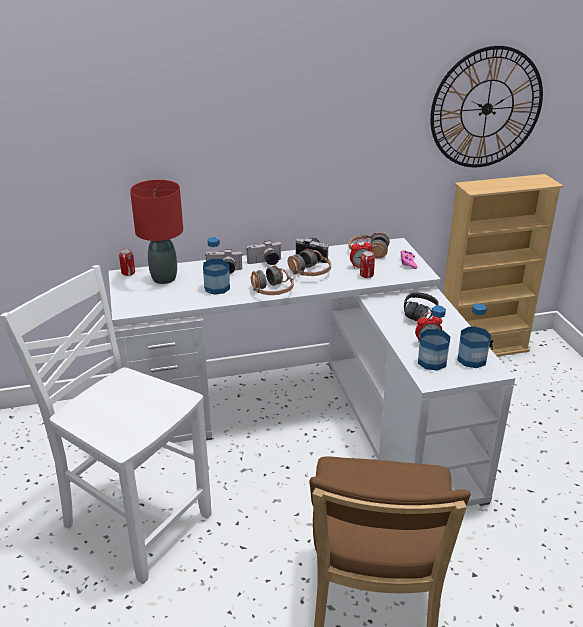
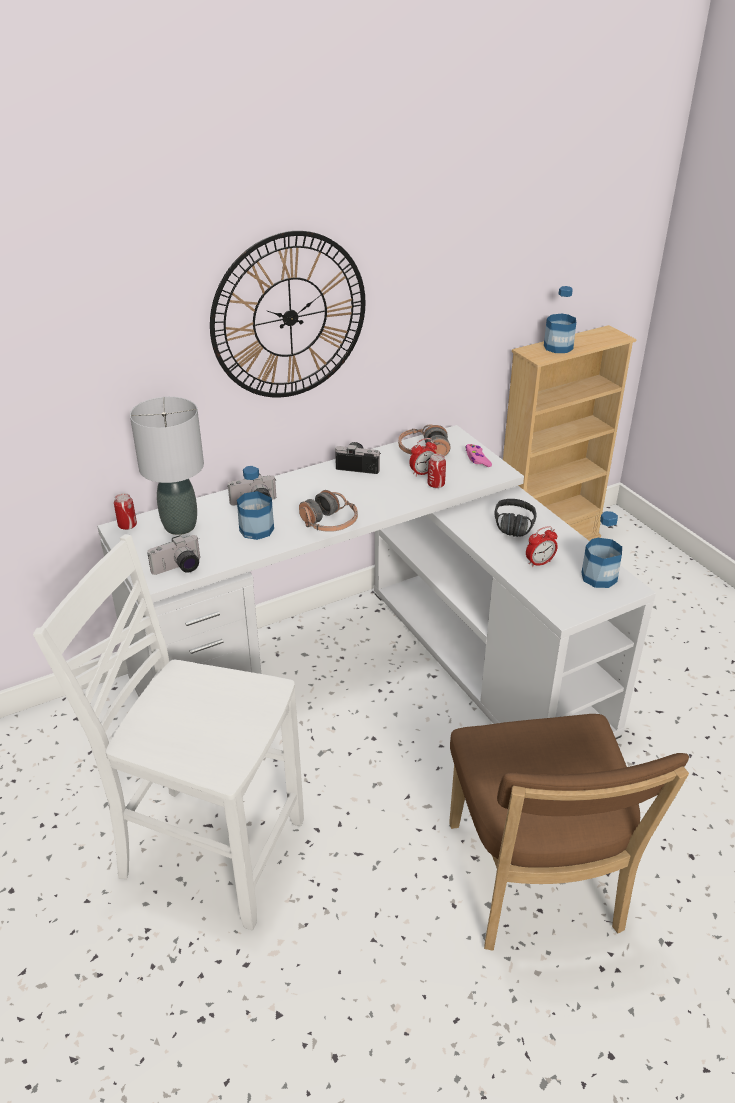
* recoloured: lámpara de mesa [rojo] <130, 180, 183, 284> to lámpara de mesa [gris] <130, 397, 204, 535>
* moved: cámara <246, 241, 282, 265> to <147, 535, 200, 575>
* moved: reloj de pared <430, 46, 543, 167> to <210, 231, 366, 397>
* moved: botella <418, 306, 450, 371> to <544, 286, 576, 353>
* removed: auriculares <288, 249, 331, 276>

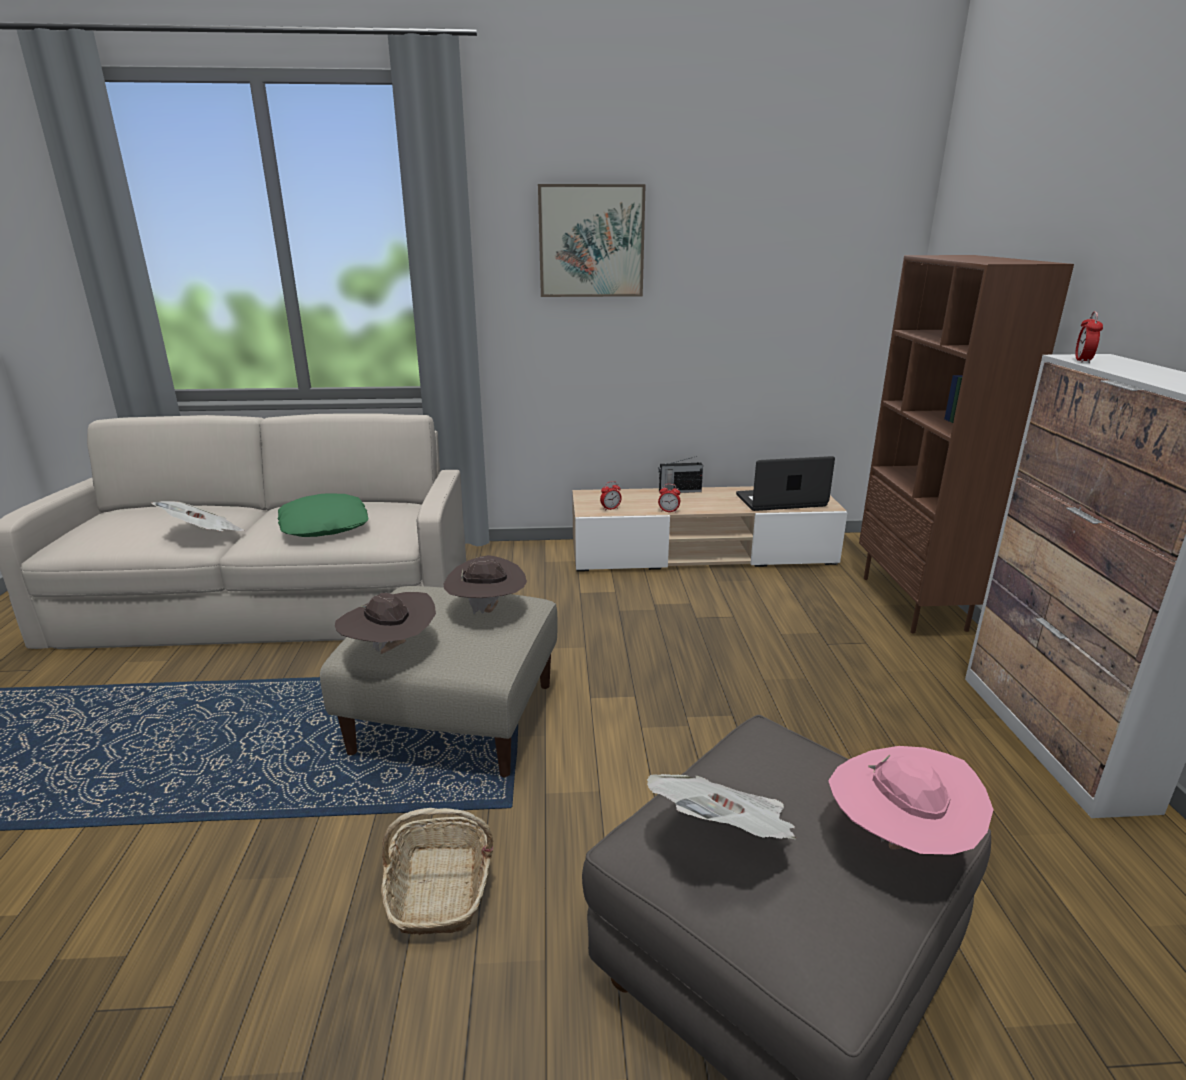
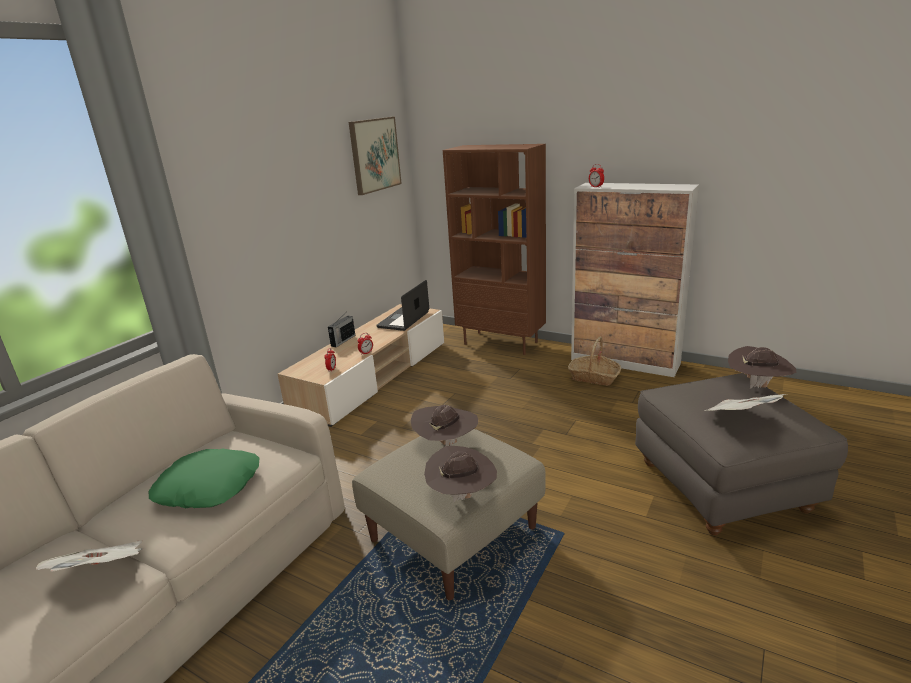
* moved: cuadro <538, 184, 646, 297> to <349, 117, 402, 195>
* moved: cesta <381, 808, 493, 935> to <568, 336, 621, 386>
* recoloured: sombrero [rosa] <828, 746, 994, 855> to sombrero [marrón] <728, 346, 796, 389>

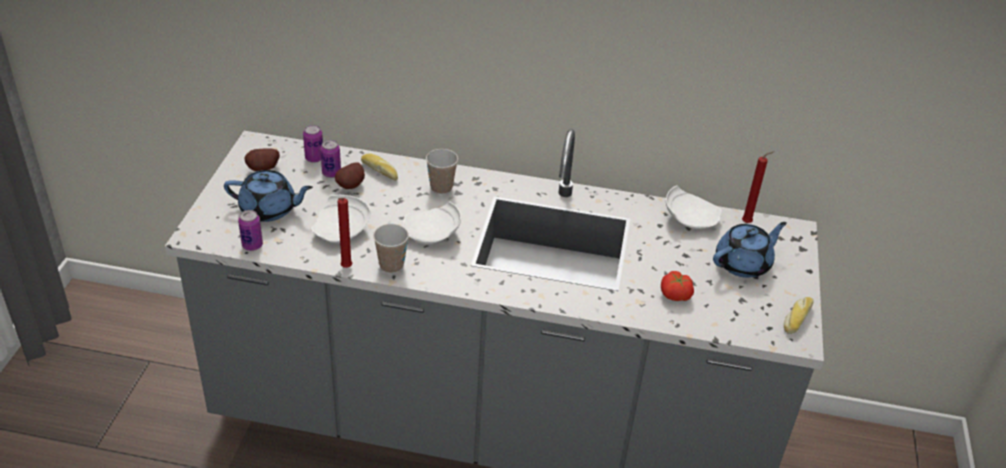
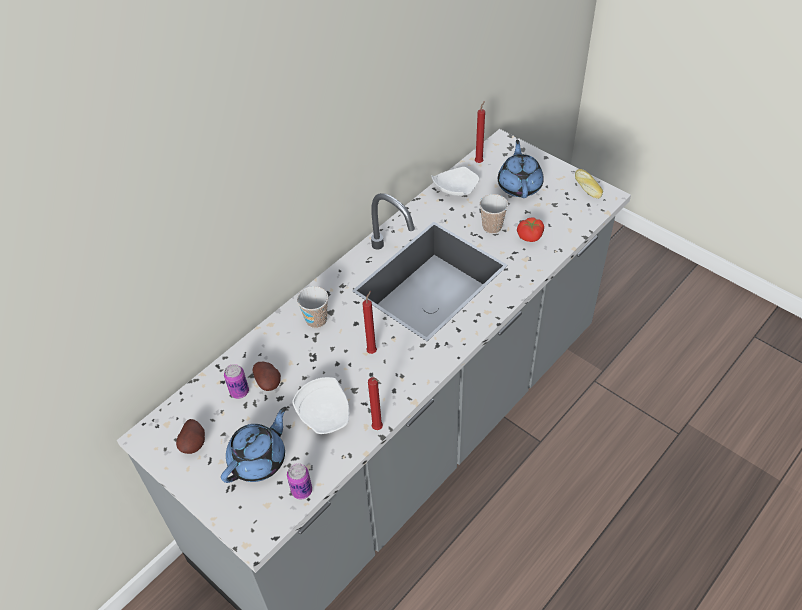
* replaced: plato [blanco] <403, 201, 461, 244> to vela [rojo] <362, 290, 377, 354>
* moved: taza <373, 224, 409, 273> to <479, 194, 508, 234>
* removed: lata <303, 125, 323, 163>
* removed: pan <361, 153, 398, 181>

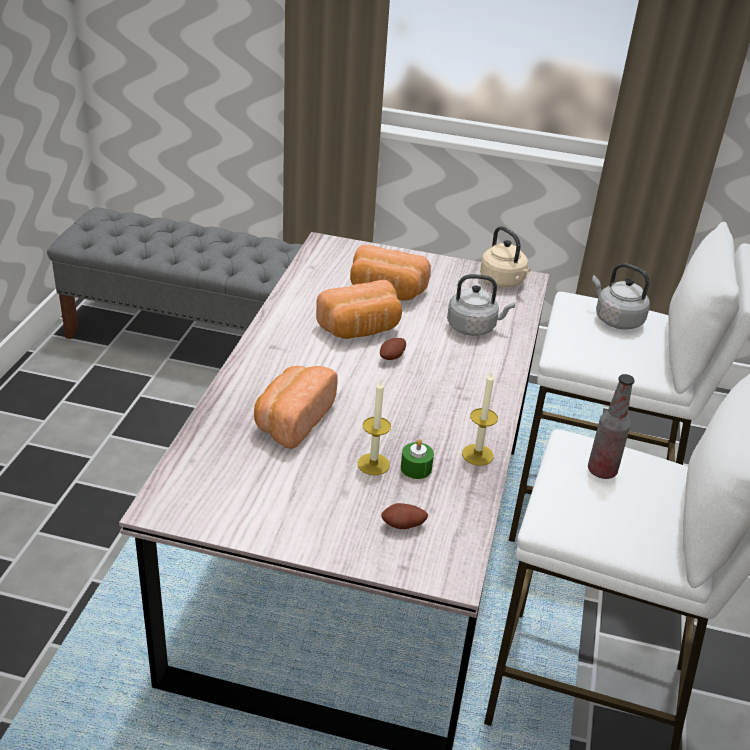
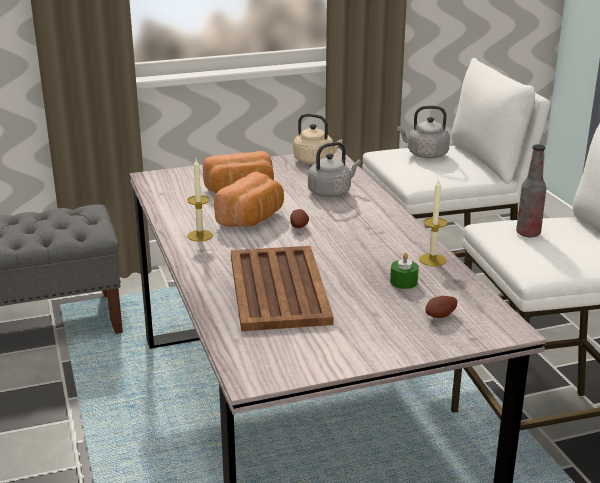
* moved: vela <358, 380, 391, 475> to <187, 159, 213, 242>
* replaced: pan <254, 366, 338, 449> to bandeja [marrón] <231, 246, 334, 331>

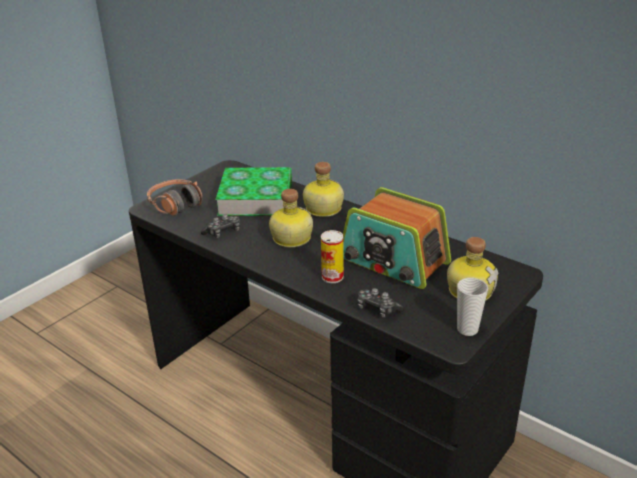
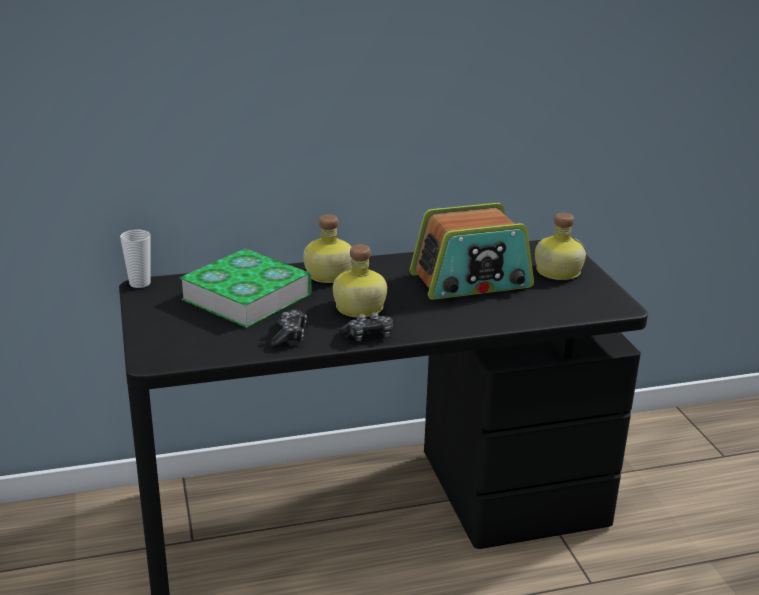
* moved: taza <457, 278, 488, 336> to <120, 230, 151, 288>
* moved: mando de consola <357, 288, 404, 318> to <340, 312, 393, 341>
* removed: auriculares <147, 179, 203, 216>
* removed: lata <321, 230, 344, 283>

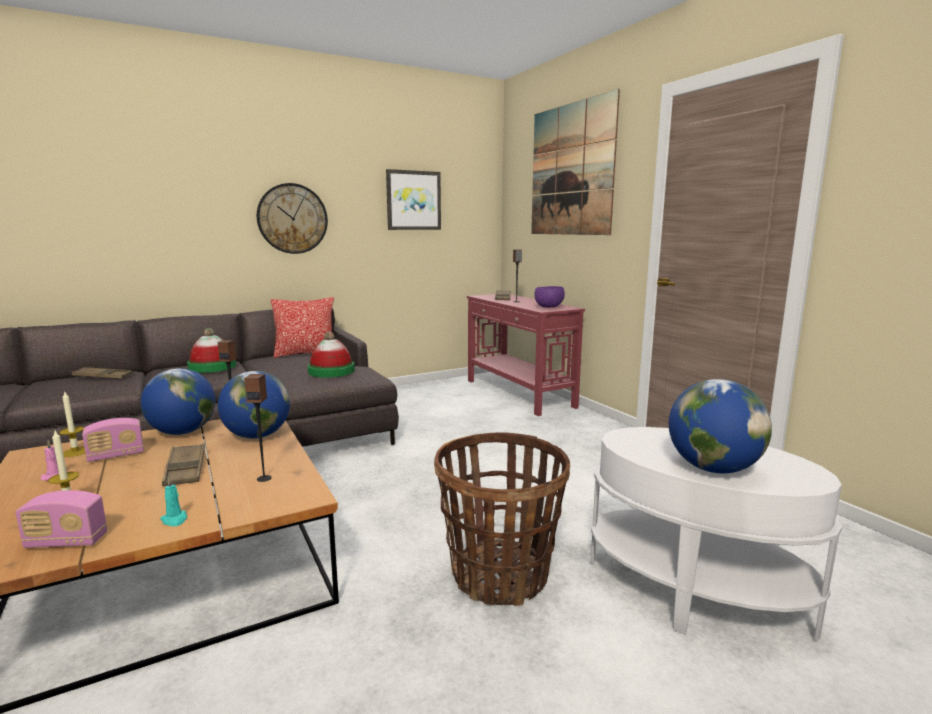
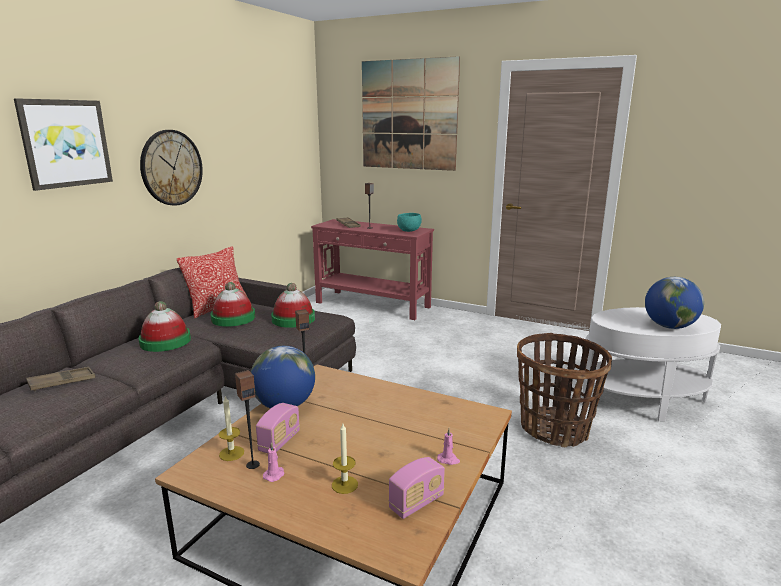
* moved: cuadro <386, 169, 441, 230> to <14, 98, 113, 191>
* added: sombrero <210, 282, 255, 327>
* moved: altavoz <244, 374, 272, 482> to <235, 370, 260, 469>
* recoloured: cuenco [morado] <535, 286, 565, 308> to cuenco [turquesa] <397, 213, 422, 232>
* recoloured: vela [turquesa] <160, 478, 187, 527> to vela [rosa] <437, 429, 460, 465>
* removed: bandeja [marrón] <162, 443, 205, 486>
* removed: globo terráqueo <218, 371, 290, 439>

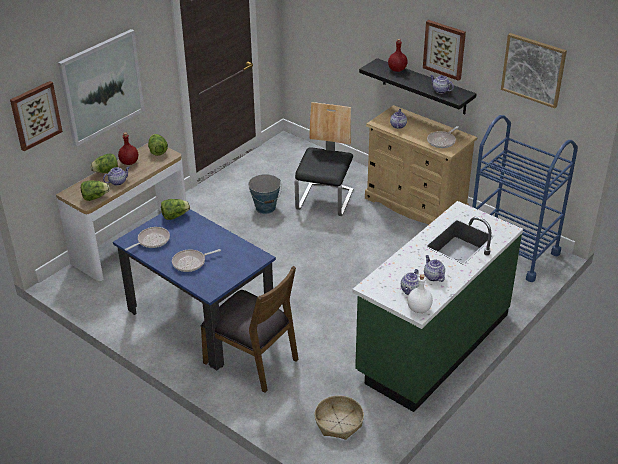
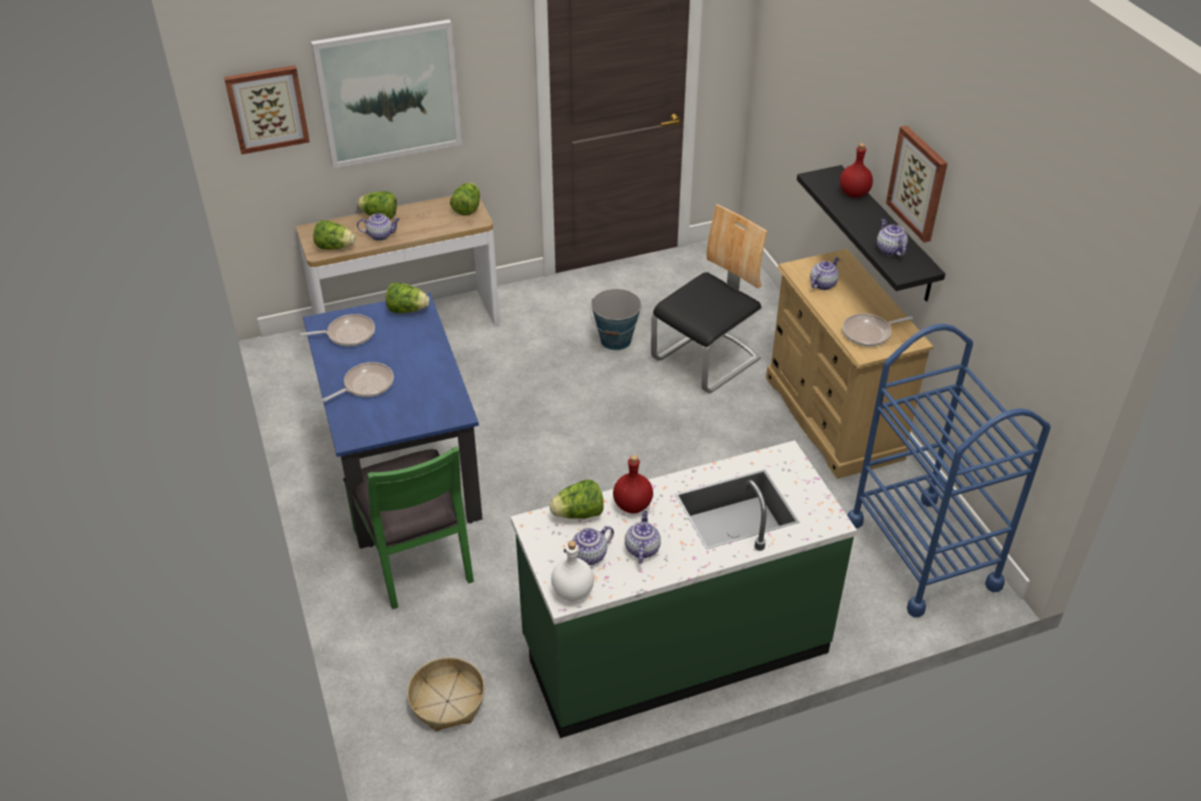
* turned: sartén <172, 249, 221, 272> = <323, 362, 394, 402> 135 degrees clockwise
* recoloured: silla [marrón] <201, 266, 299, 393> to silla [verde] <343, 446, 474, 610>
* added: lechuga <549, 480, 604, 519>
* moved: botella [rojo] <118, 132, 138, 165> to <613, 455, 653, 514>
* removed: cuadro <501, 33, 567, 108>

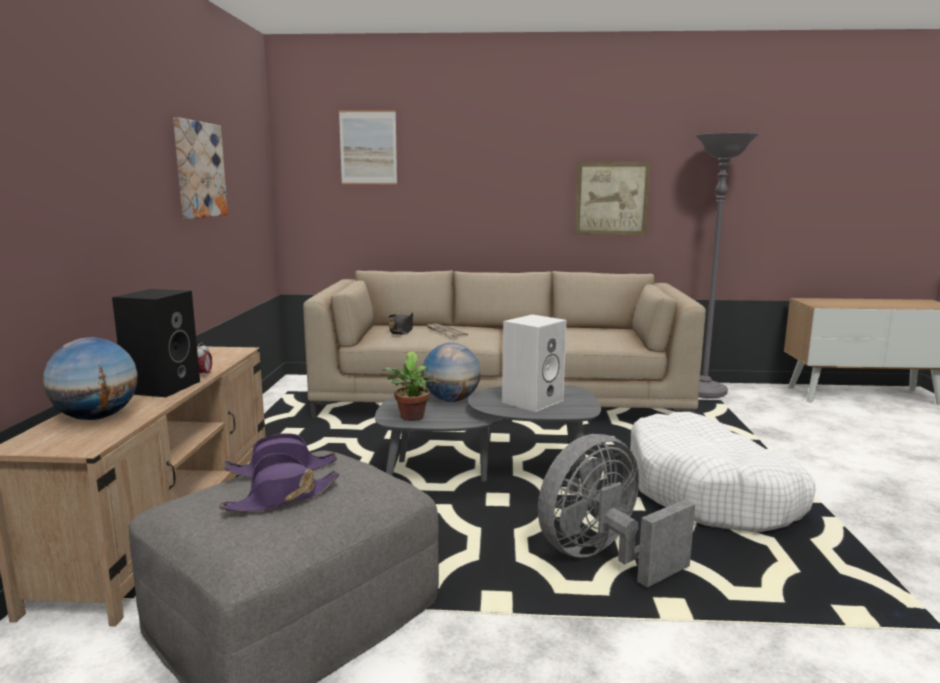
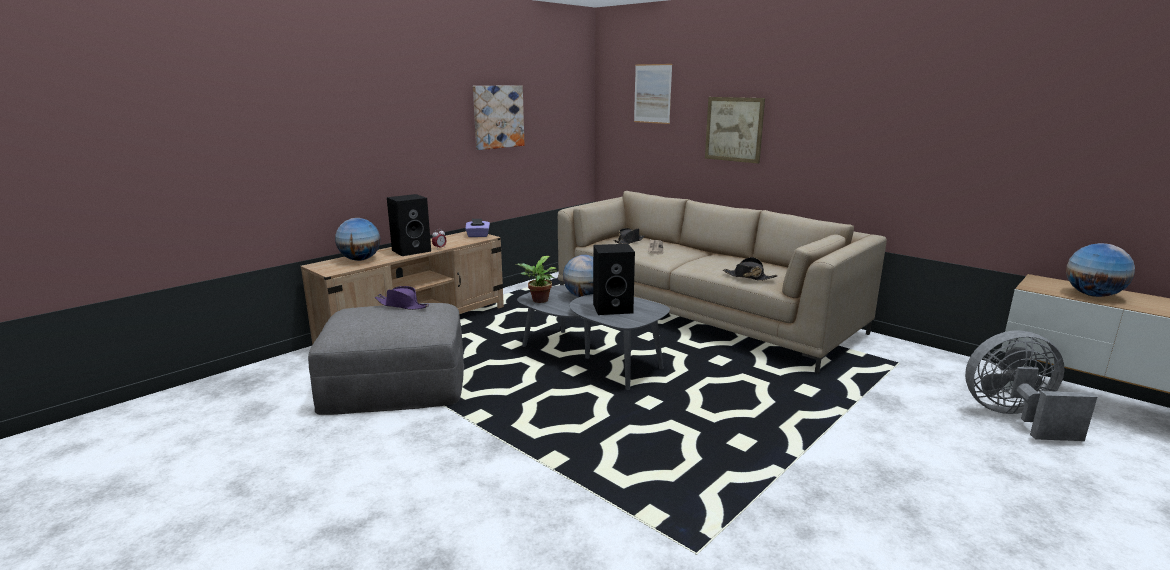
* added: caja de pañuelos [morado] <465, 219, 490, 237>
* recoloured: altavoz [blanco] <502, 314, 566, 412> to altavoz [negro] <593, 244, 635, 315>
* moved: cuadro <575, 162, 651, 235> to <705, 97, 765, 164>
* added: sombrero [negro] <723, 257, 778, 281>
* moved: ventilador [gris] <538, 434, 695, 588> to <965, 330, 1097, 441>
* added: globo terráqueo <1066, 243, 1135, 297>
* removed: sombrero [morado] <219, 453, 340, 512>
* removed: cama para perro [blanco] <630, 412, 816, 533>
* removed: lámpara de pie [gris] <694, 133, 760, 398>

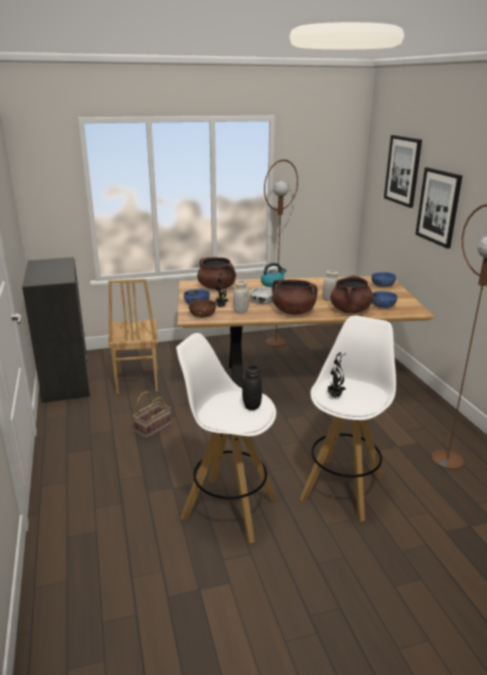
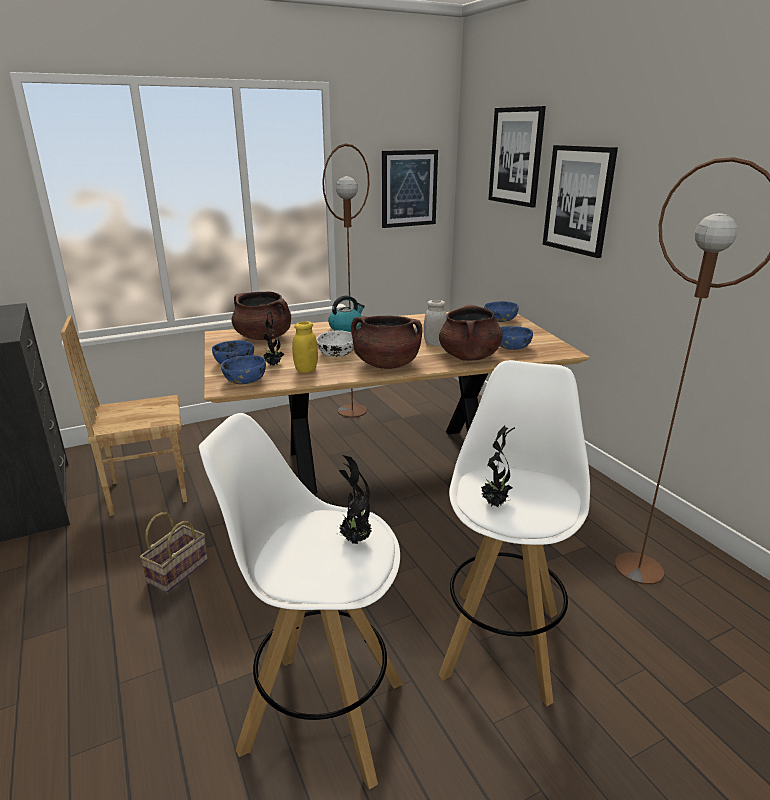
* turned: silla [marrón] <108, 279, 158, 394> = <61, 315, 187, 516> 90 degrees clockwise
* recoloured: cuenco [marrón] <188, 300, 216, 318> to cuenco [azul] <221, 355, 266, 384>
* recoloured: tarro [blanco] <233, 281, 249, 313> to tarro [amarillo] <292, 321, 318, 373>
* replaced: tarro [negro] <242, 364, 262, 410> to planta en maceta <338, 455, 371, 544>
* added: cuadro <382, 150, 438, 228>

